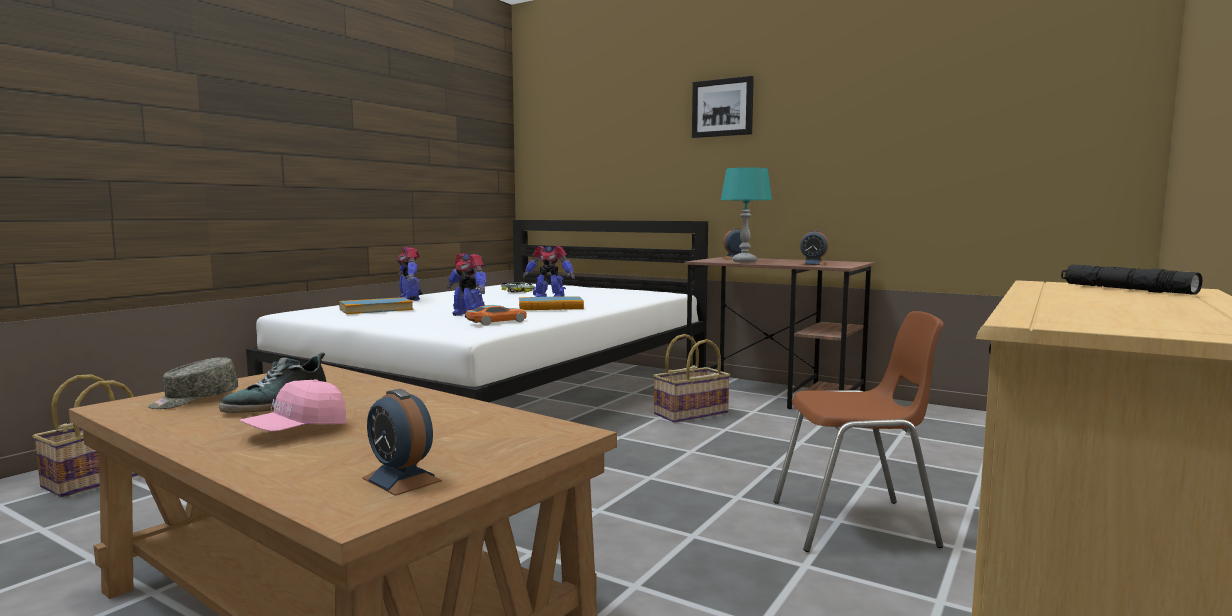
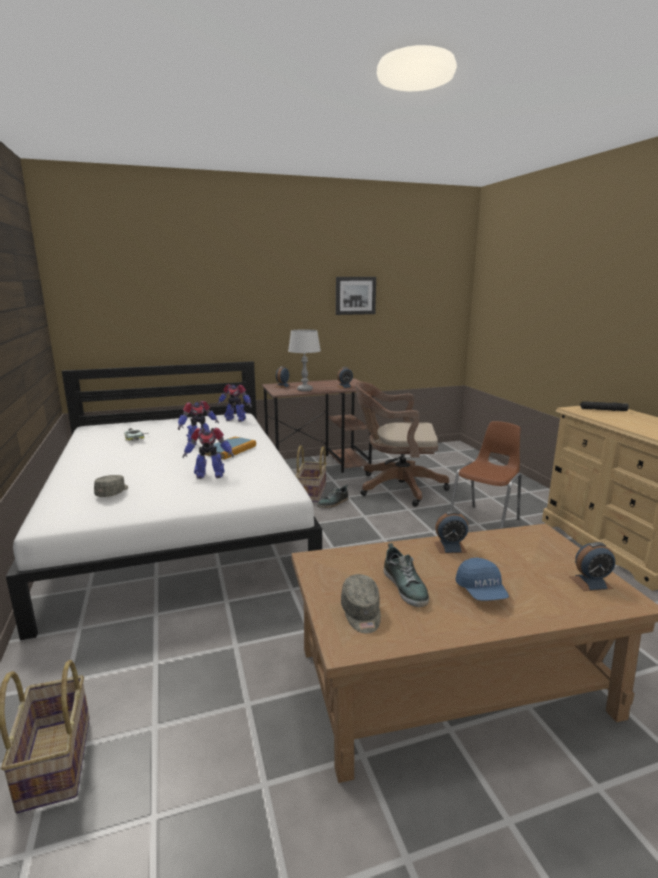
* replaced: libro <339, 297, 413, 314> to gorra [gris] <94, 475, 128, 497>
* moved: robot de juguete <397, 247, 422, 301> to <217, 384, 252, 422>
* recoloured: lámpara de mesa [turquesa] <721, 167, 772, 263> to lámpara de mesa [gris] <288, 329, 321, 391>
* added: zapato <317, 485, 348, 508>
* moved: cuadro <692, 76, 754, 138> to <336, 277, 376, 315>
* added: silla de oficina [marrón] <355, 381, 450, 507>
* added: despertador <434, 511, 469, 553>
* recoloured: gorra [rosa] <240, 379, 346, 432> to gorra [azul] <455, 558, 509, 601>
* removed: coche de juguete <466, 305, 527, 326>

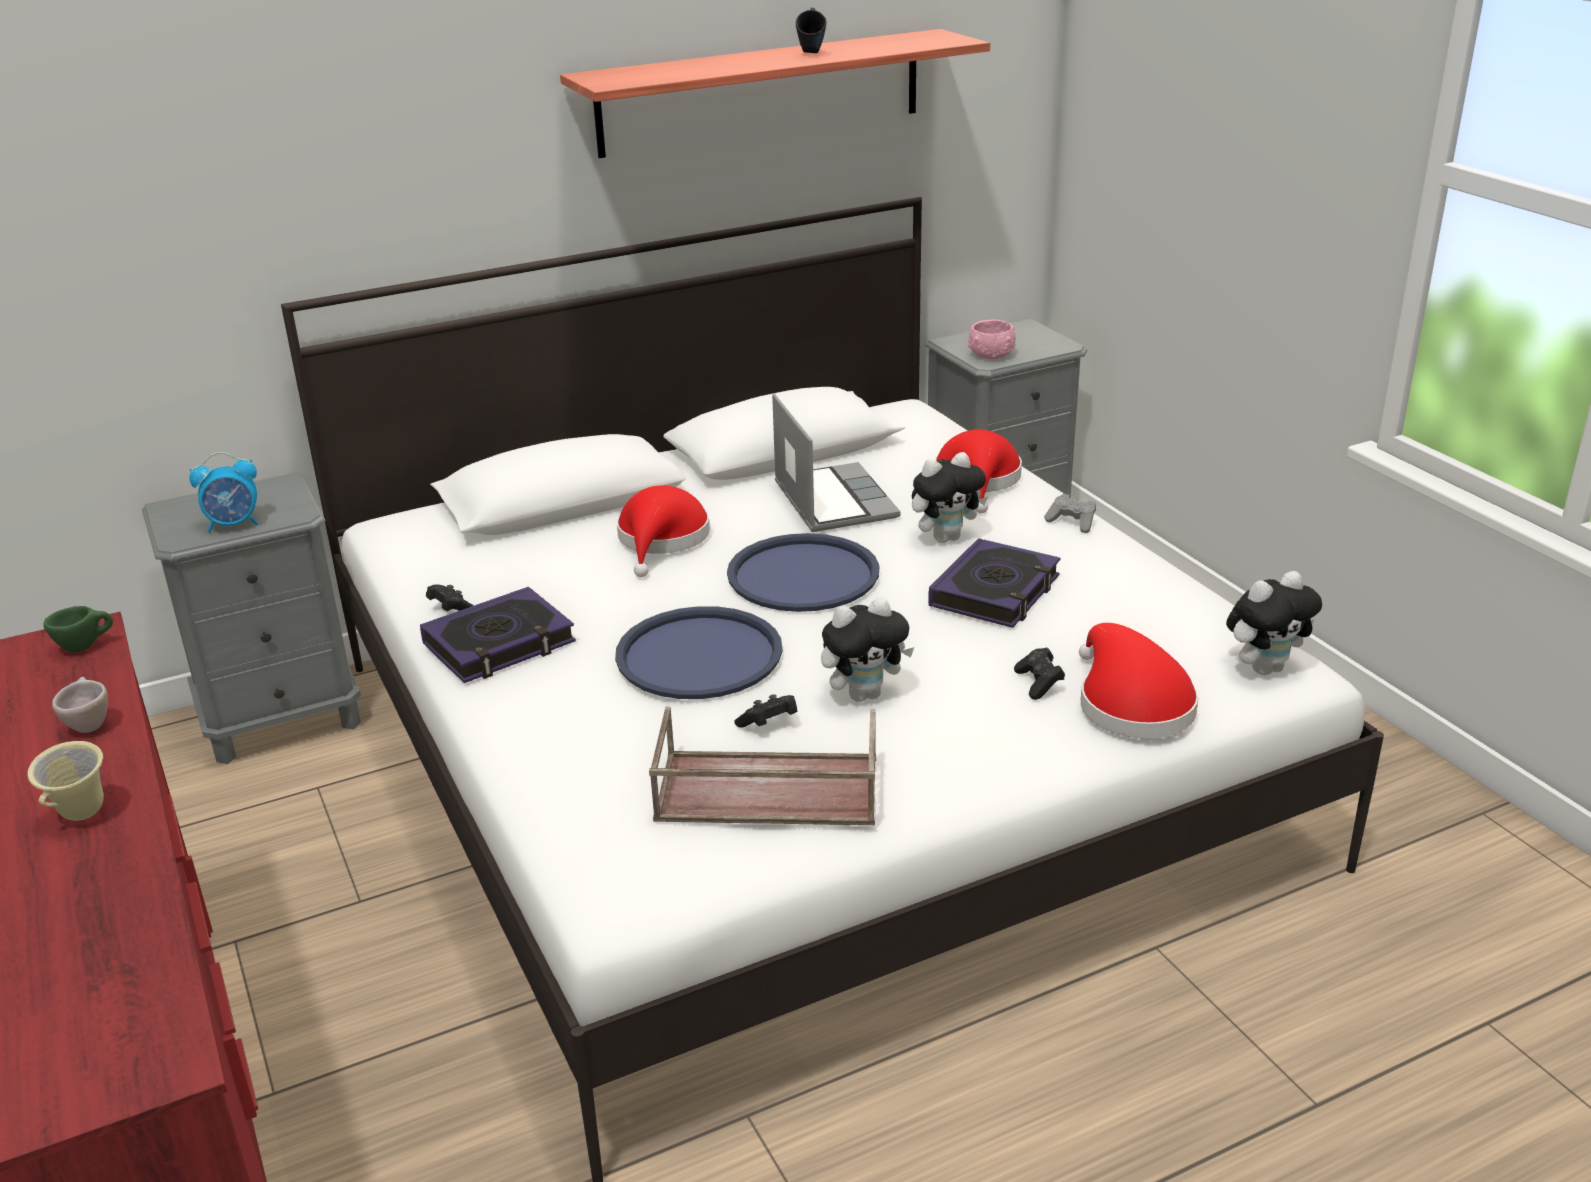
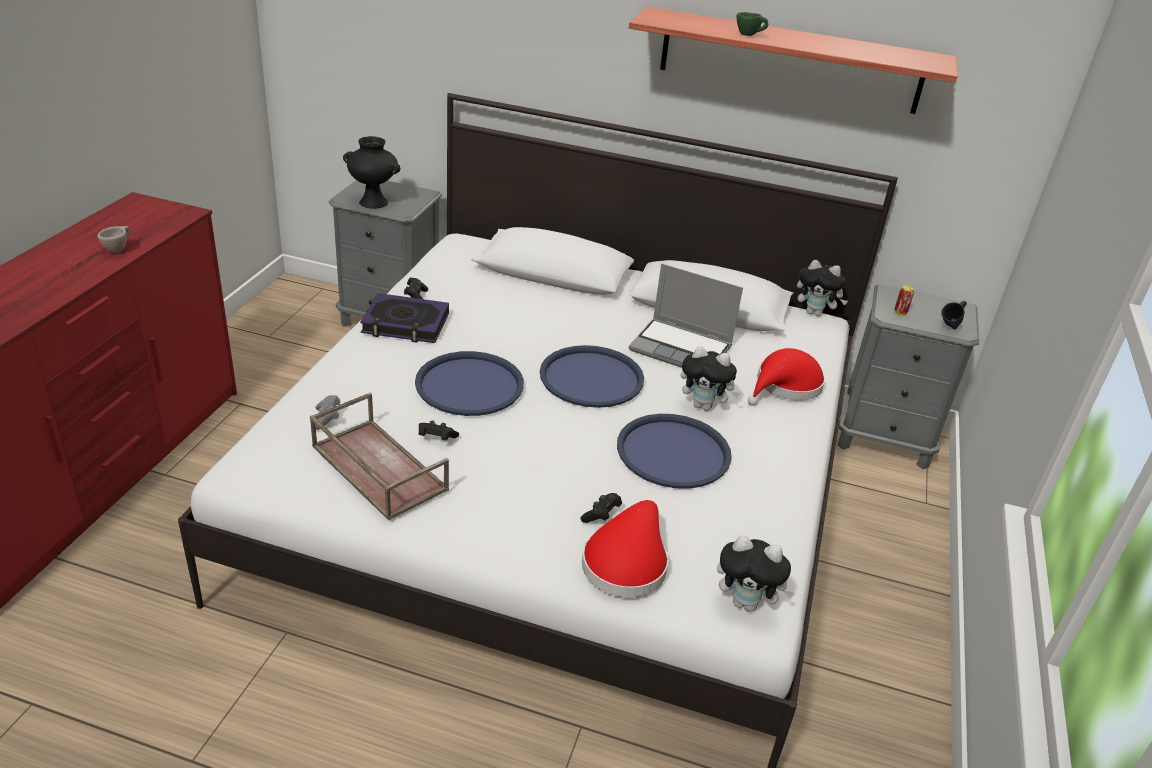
* moved: mando de consola [gris] <1044, 493, 1096, 533> to <315, 395, 340, 430>
* replaced: despertador <189, 452, 258, 533> to florero [negro] <343, 136, 400, 209>
* replaced: libro <928, 538, 1060, 628> to bandeja [azul] <617, 414, 732, 489>
* turned: portátil <772, 394, 900, 532> = <629, 264, 743, 368> 90 degrees clockwise
* moved: taza [verde] <43, 606, 113, 652> to <736, 12, 768, 36>
* moved: peluche <821, 597, 914, 702> to <797, 260, 848, 316>
* replaced: cuenco [rosa] <968, 320, 1016, 359> to lata <894, 285, 914, 315>
* moved: taza grande [azul] <796, 8, 826, 53> to <941, 301, 967, 329>
* removed: taza grande [beis] <28, 741, 104, 821>
* removed: sombrero [rojo] <617, 485, 710, 577>

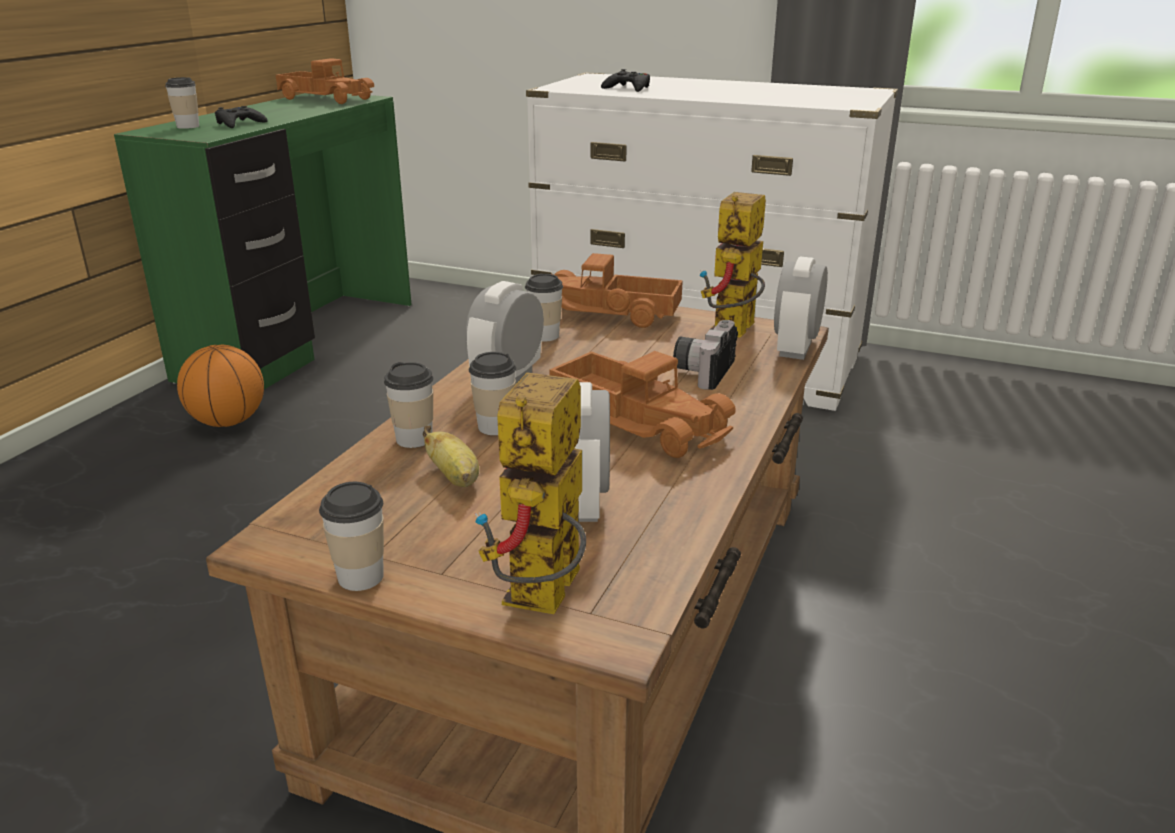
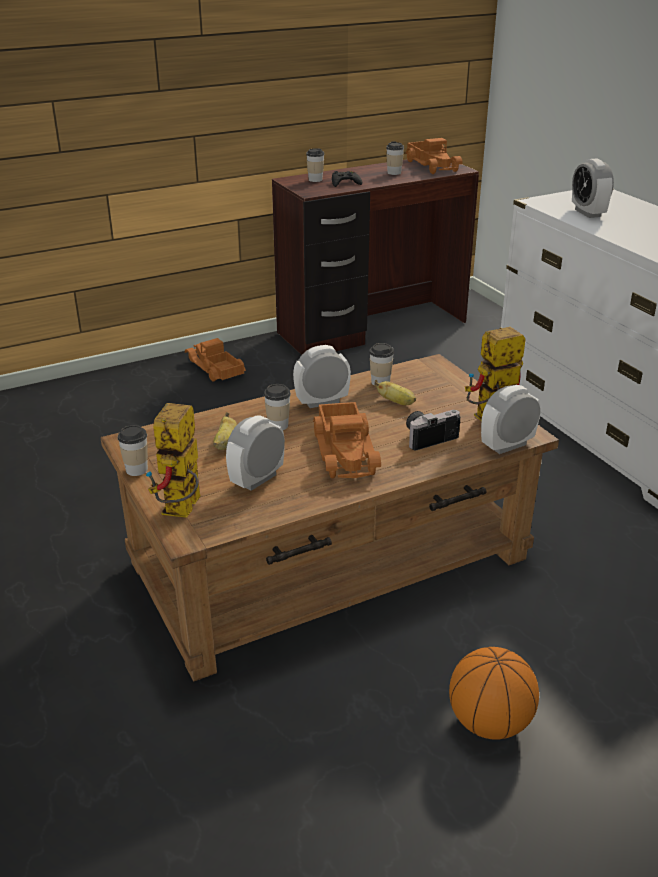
* turned: robot de juguete <475, 373, 586, 614> = <146, 403, 200, 518> 45 degrees counterclockwise
* moved: camión de juguete <553, 253, 683, 328> to <185, 338, 246, 382>
* recoloured: escritorio [verde] <114, 93, 412, 389> to escritorio [marrón] <272, 159, 479, 355>
* added: plátano <375, 380, 416, 405>
* moved: taza <384, 362, 434, 448> to <386, 141, 404, 175>
* moved: balón de baloncesto <177, 345, 264, 427> to <449, 647, 539, 740>
* replaced: mando de consola [negro] <601, 69, 650, 92> to despertador <572, 158, 614, 218>

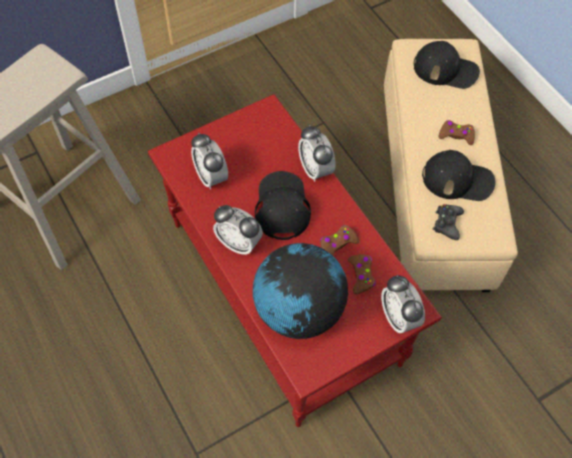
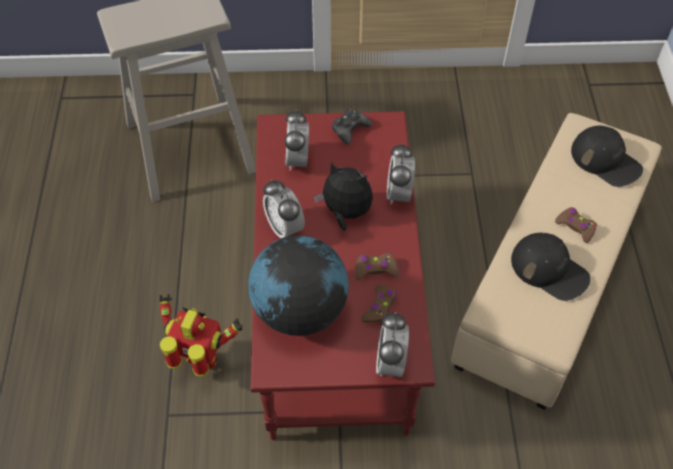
* added: robot de juguete <160, 294, 243, 377>
* replaced: gorra [negro] <255, 171, 311, 240> to peluche <314, 162, 373, 231>
* moved: mando de consola [negro] <433, 204, 464, 240> to <332, 109, 372, 145>

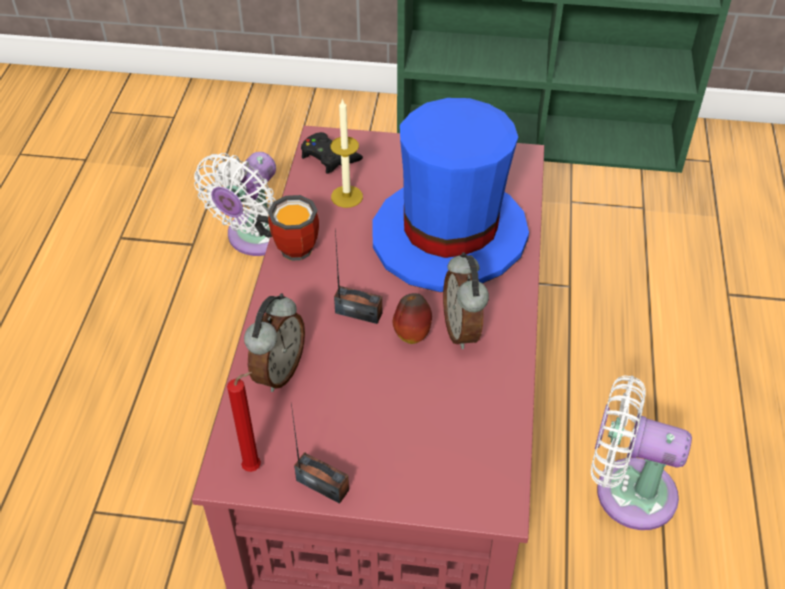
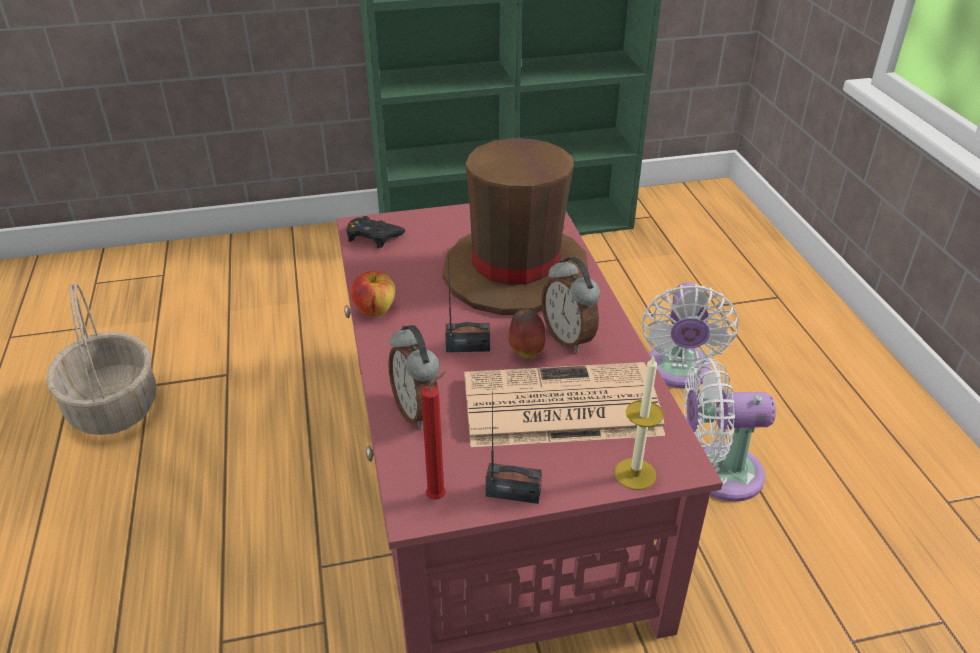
* added: cesta <46, 283, 157, 435>
* replaced: taza grande <255, 195, 319, 261> to manzana <351, 271, 395, 317>
* turned: despertador <244, 293, 305, 392> = <388, 325, 440, 429> 150 degrees clockwise
* recoloured: sombrero [azul] <372, 98, 529, 292> to sombrero [marrón] <443, 138, 588, 315>
* added: periódico <464, 362, 665, 447>
* moved: vela <330, 98, 363, 208> to <615, 355, 664, 490>
* moved: ventilador [blanco] <194, 152, 276, 256> to <642, 282, 738, 388>

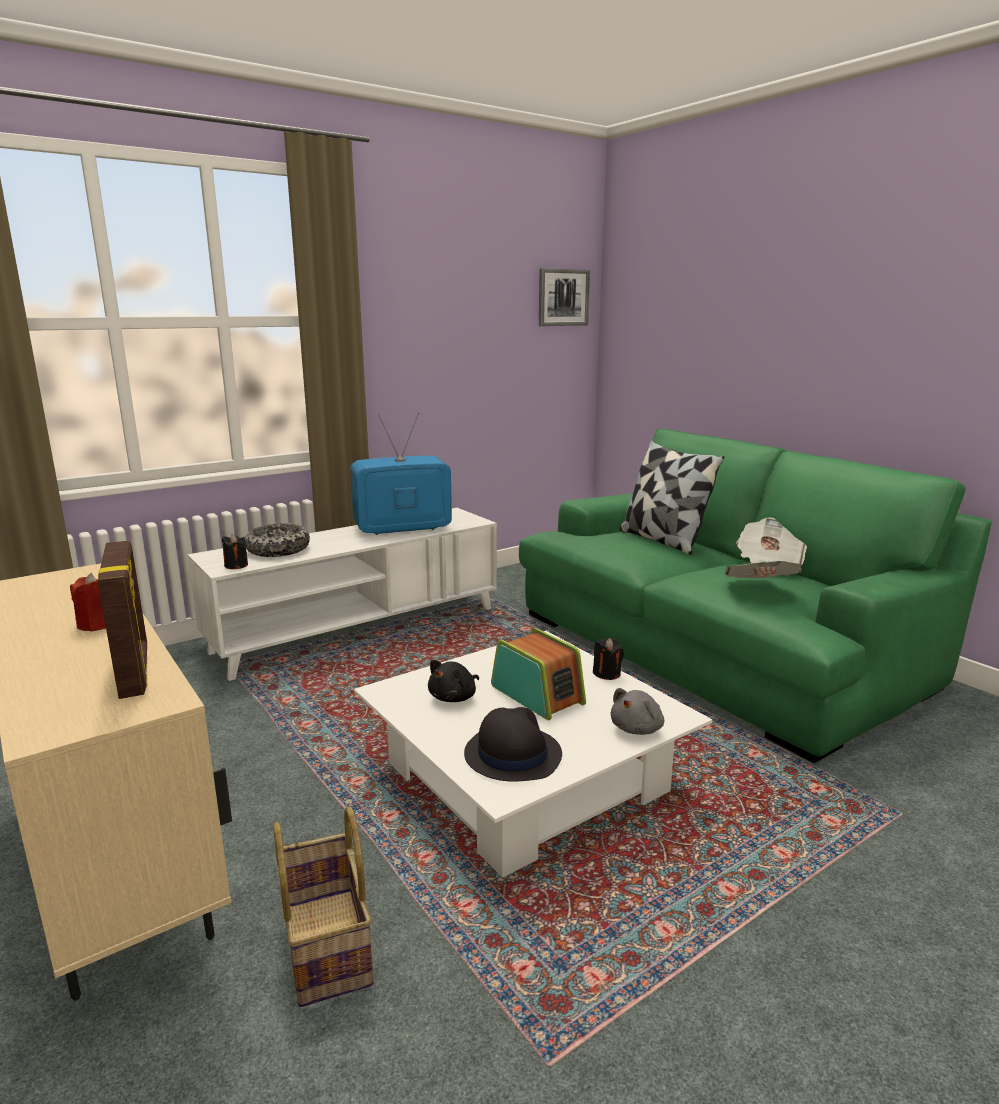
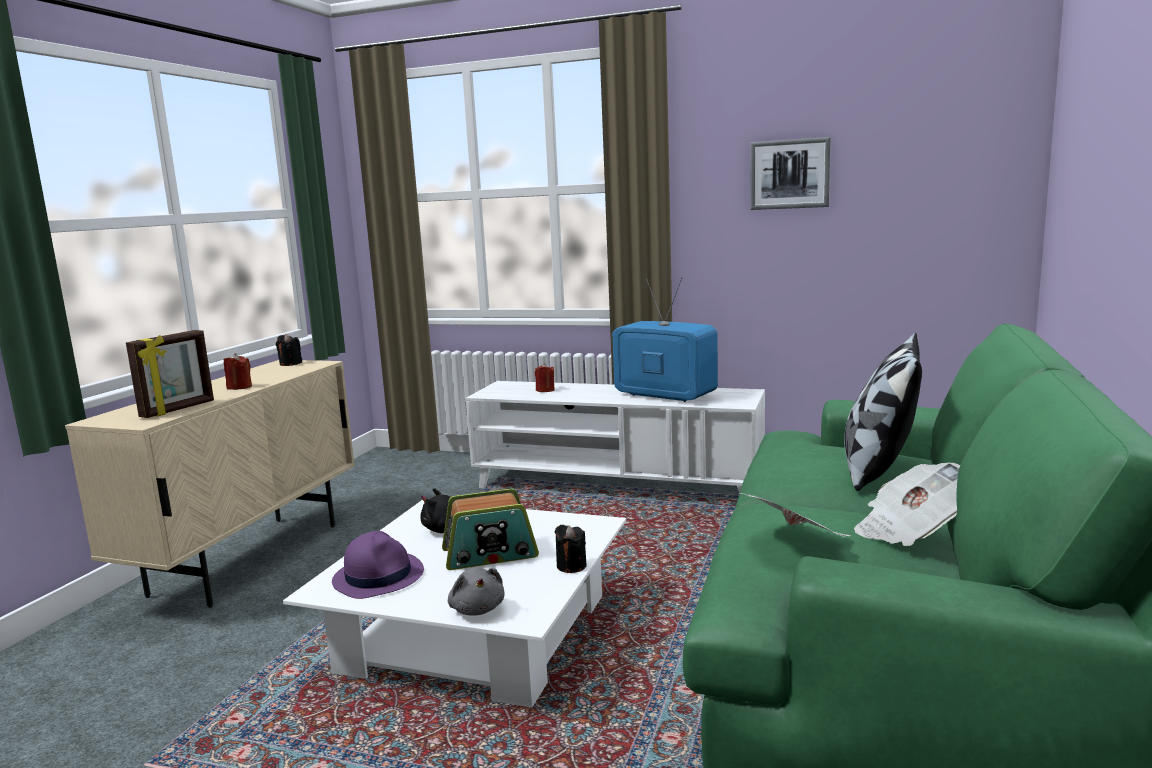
* moved: vela [negro] <222, 534, 248, 569> to <276, 334, 302, 366>
* recoloured: sombrero [negro] <464, 707, 562, 782> to sombrero [morado] <332, 531, 424, 599>
* turned: radio <491, 628, 586, 720> = <442, 488, 539, 570> 60 degrees clockwise
* turned: peluche [gris] <610, 688, 664, 735> = <448, 567, 504, 616> 120 degrees counterclockwise
* replaced: cuenco <245, 523, 310, 557> to vela [rojo] <535, 363, 555, 392>
* moved: cuadro <539, 268, 590, 326> to <750, 137, 831, 210>
* removed: cesta <273, 806, 374, 1007>

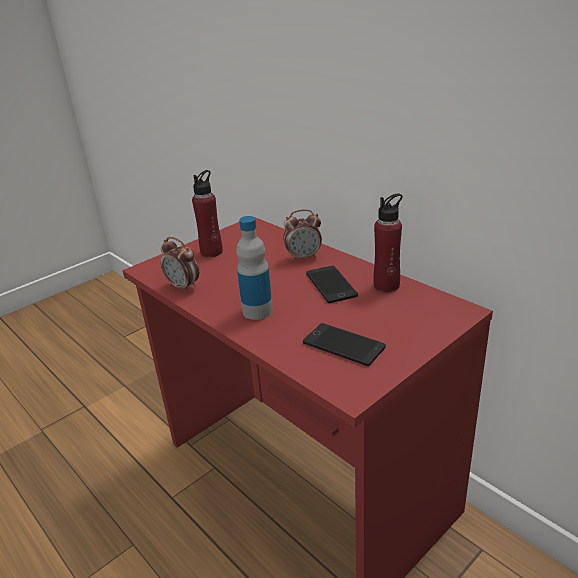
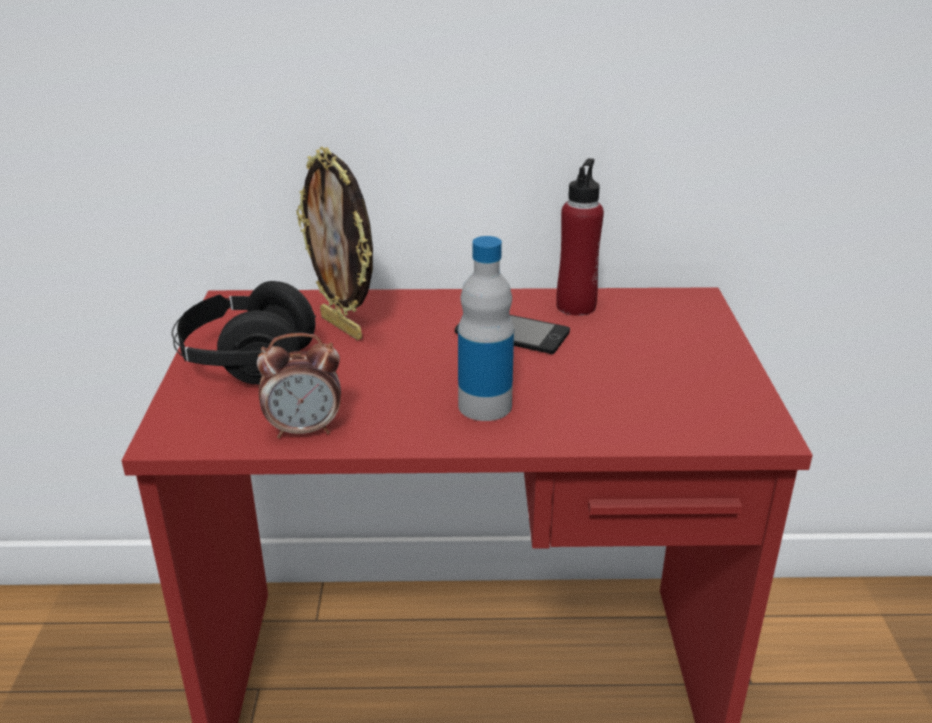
* replaced: botella [rojo] <192, 170, 223, 257> to auriculares [negro] <172, 281, 316, 385>
* added: portarretratos <296, 147, 373, 340>
* removed: despertador <283, 209, 322, 261>
* removed: móvil <303, 323, 386, 366>

